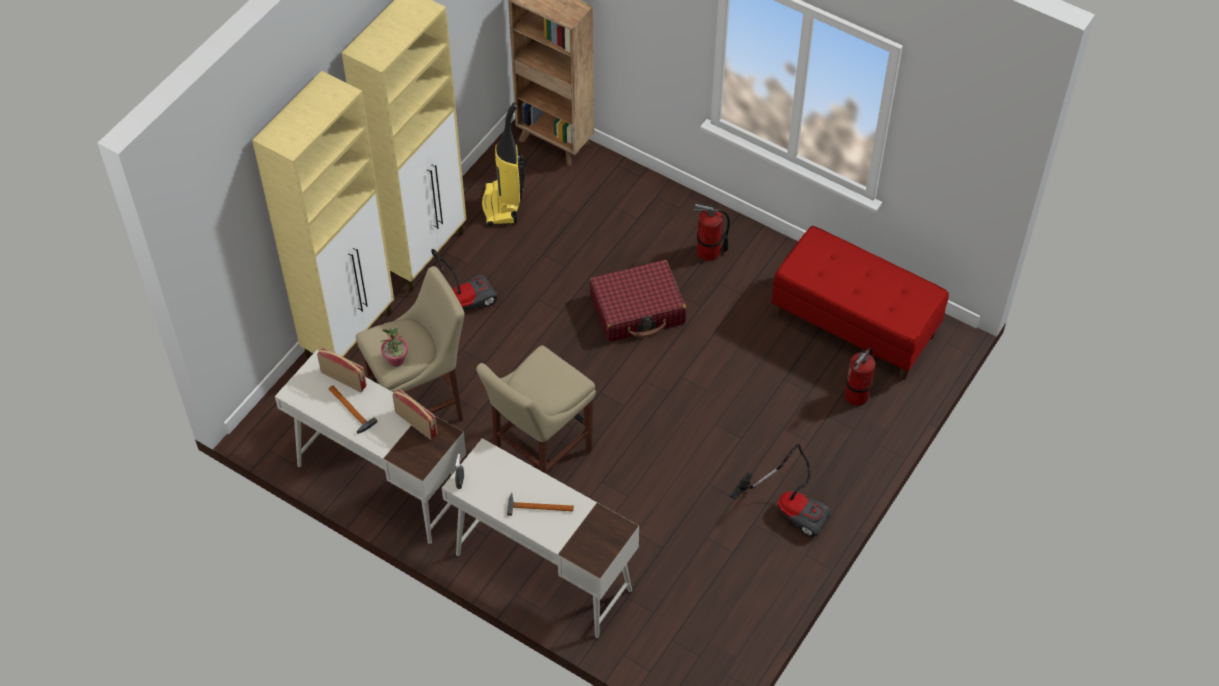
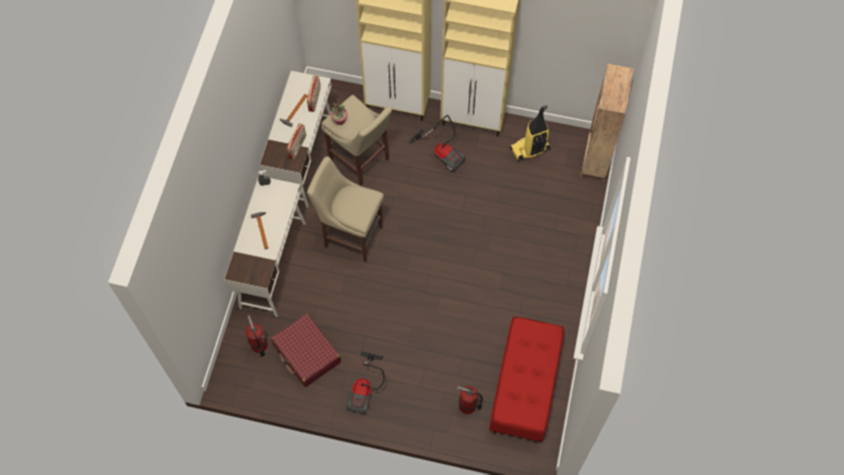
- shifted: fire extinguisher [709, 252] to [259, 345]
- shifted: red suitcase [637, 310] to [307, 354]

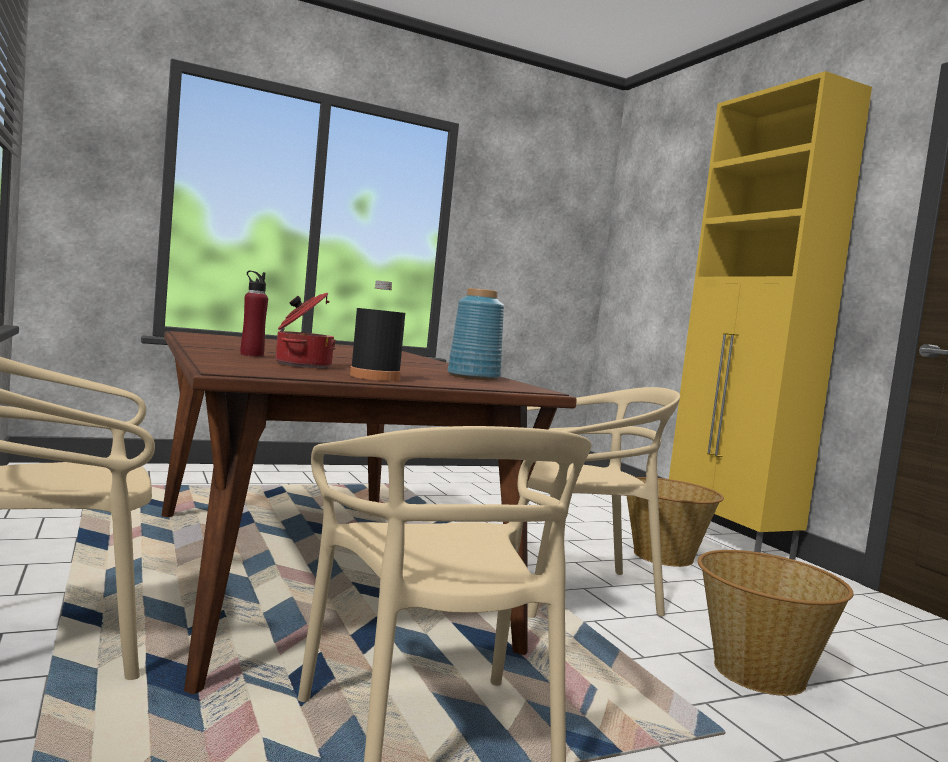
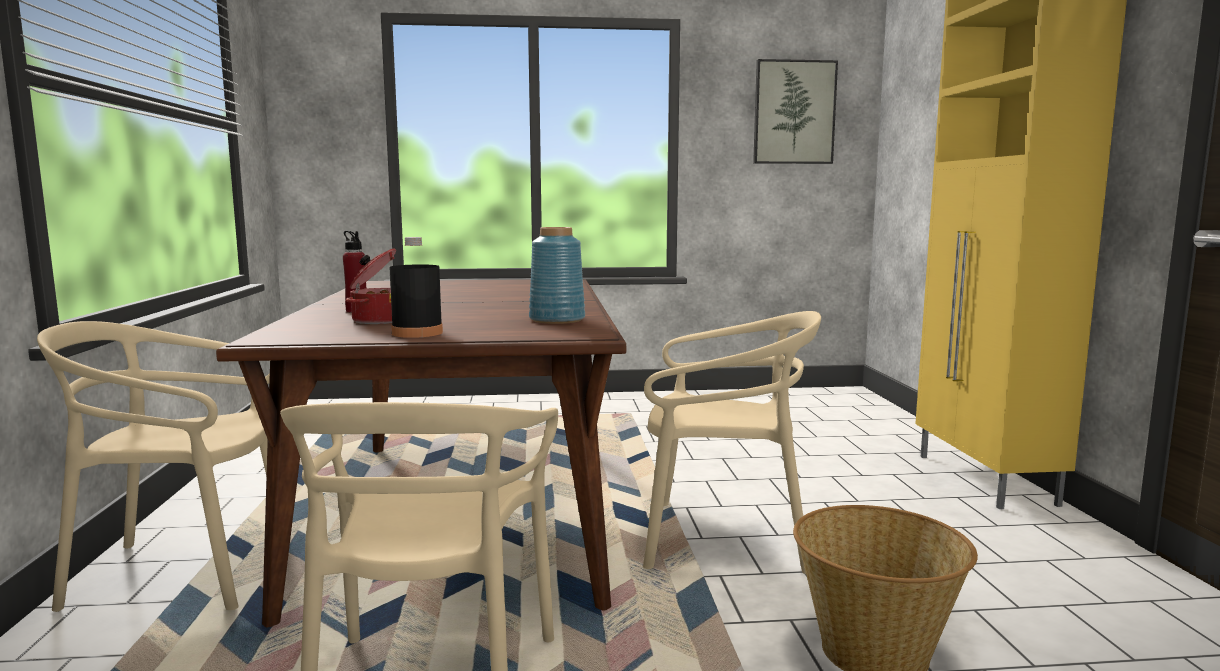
- gone: basket [664, 556]
- new: picture [794, 112]

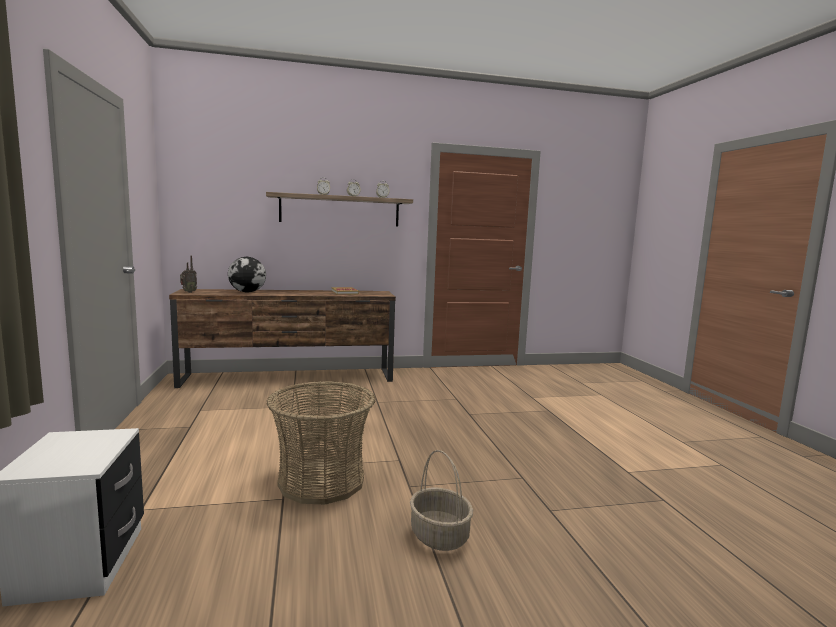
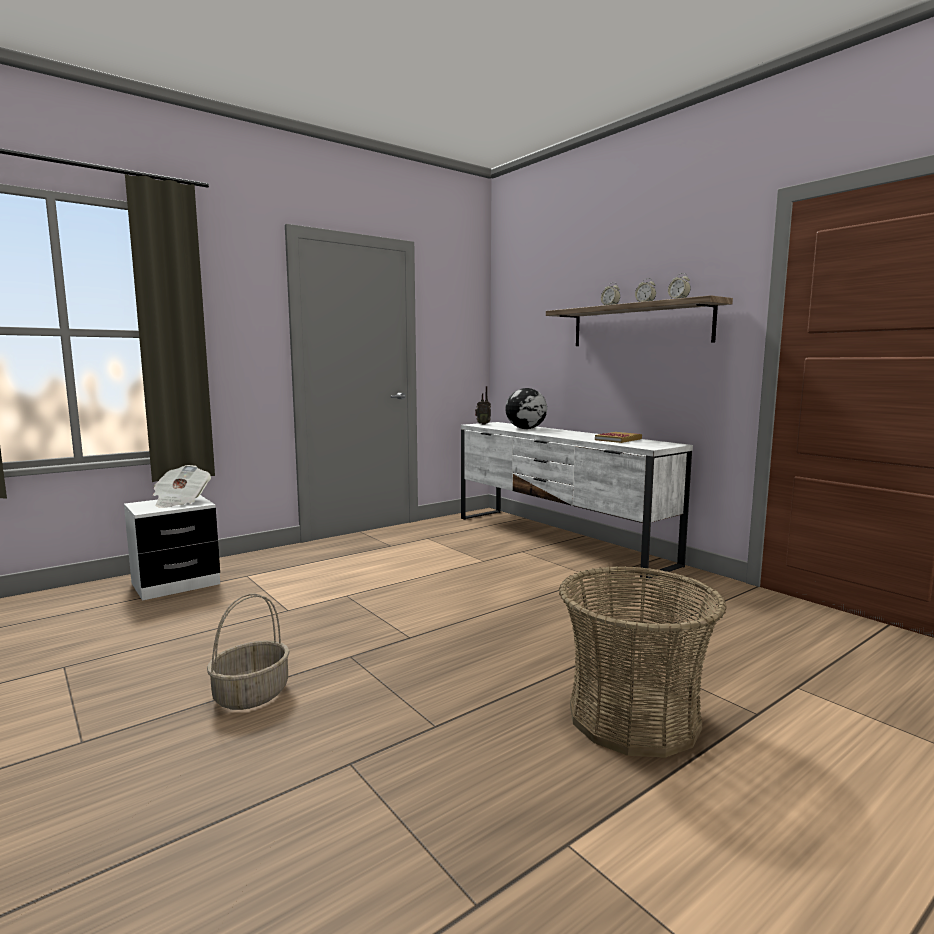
- repainted: brown tv stand [290, 378] to white tv stand [558, 540]
- shifted: basket [321, 481] to [633, 717]
- new: newspaper [180, 501]

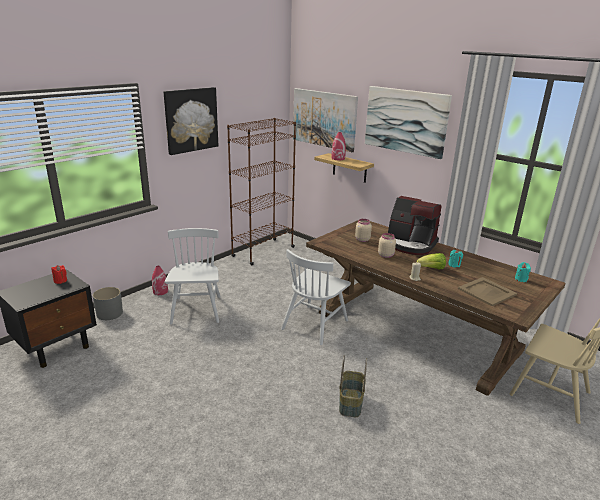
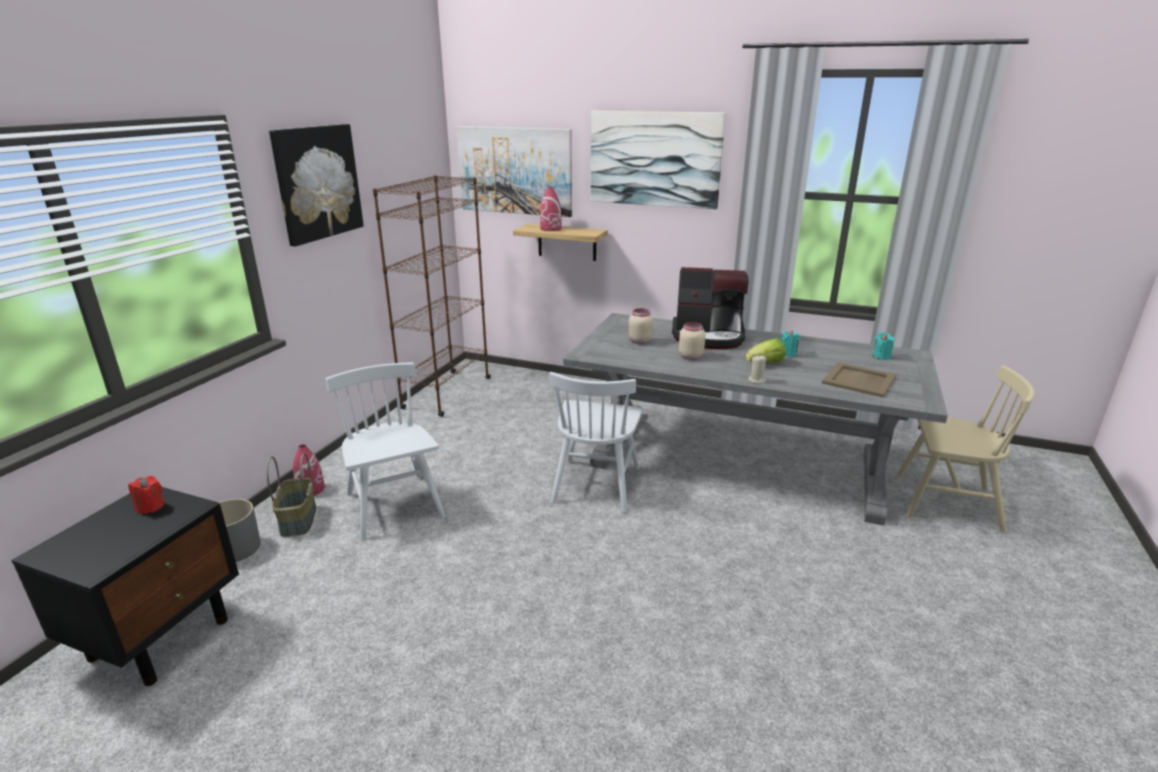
- repainted: brown dining table [416, 330] to grey dining table [738, 460]
- shifted: basket [351, 403] to [299, 520]

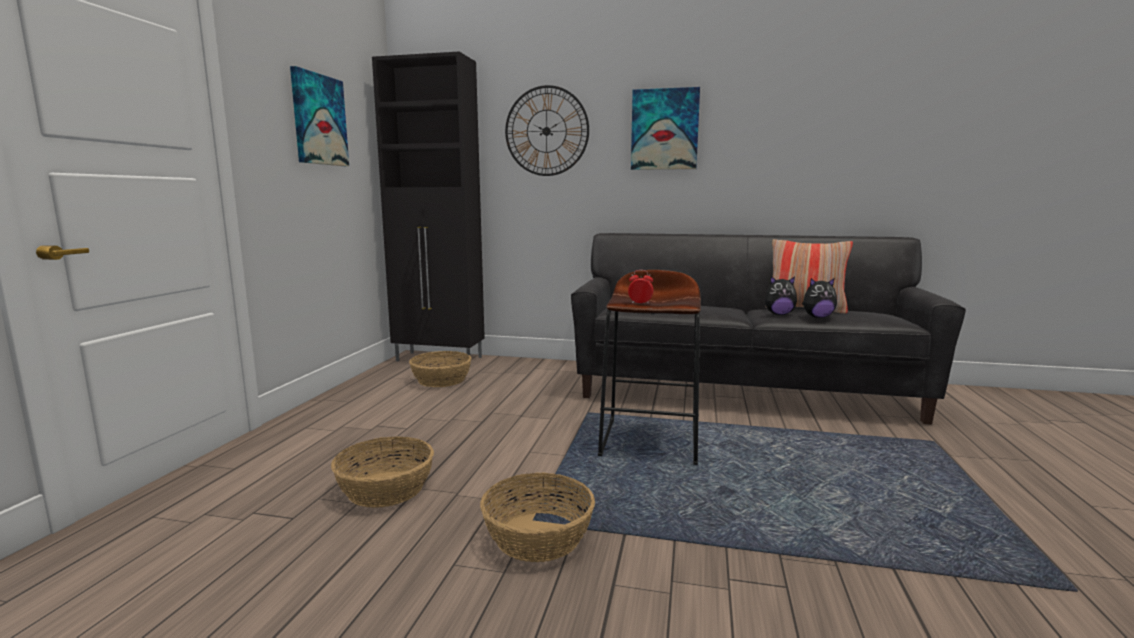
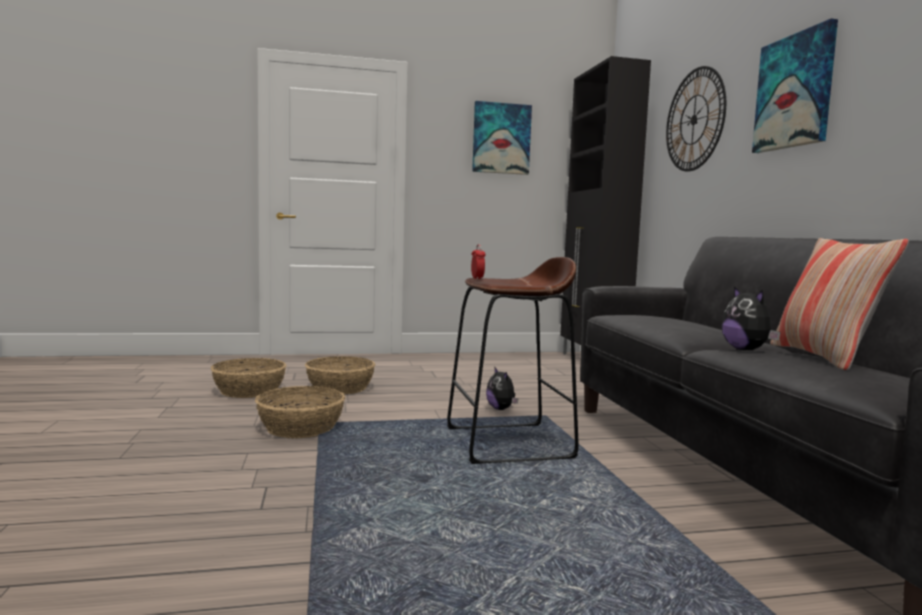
- shifted: plush toy [817, 317] to [501, 409]
- shifted: basket [441, 380] to [250, 391]

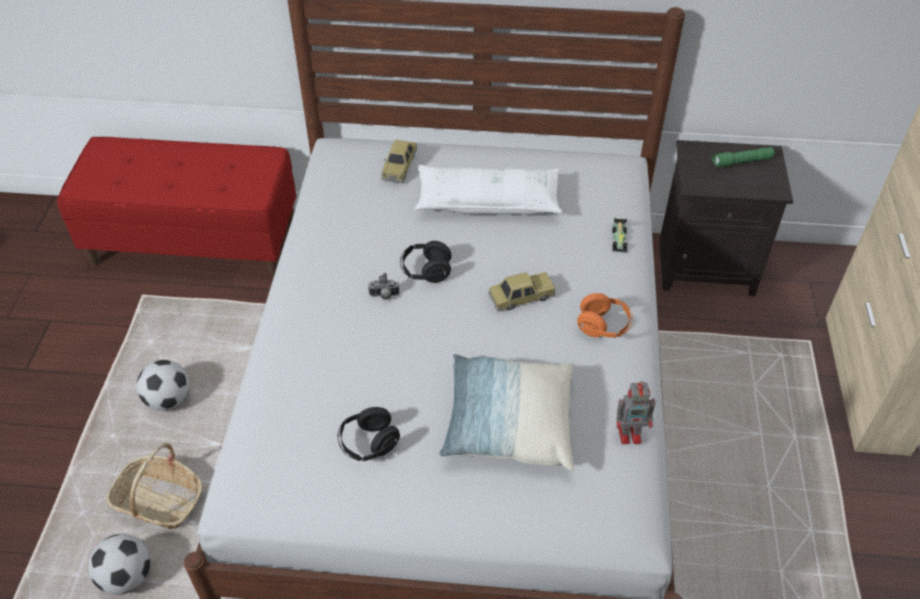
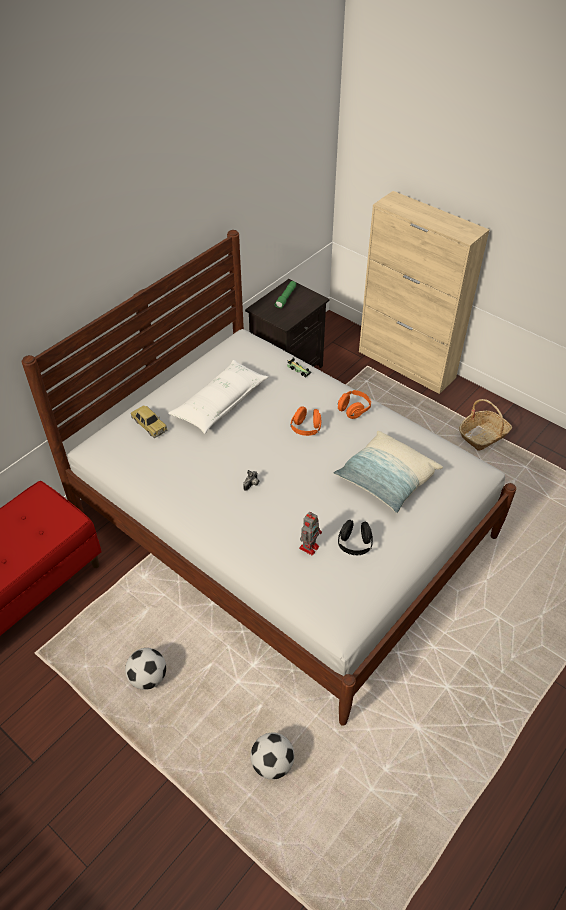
- gone: black headphones [426, 271]
- swapped: toy car [521, 297] to orange headphones [306, 429]
- shifted: toy robot [631, 433] to [309, 546]
- shifted: basket [160, 501] to [483, 435]

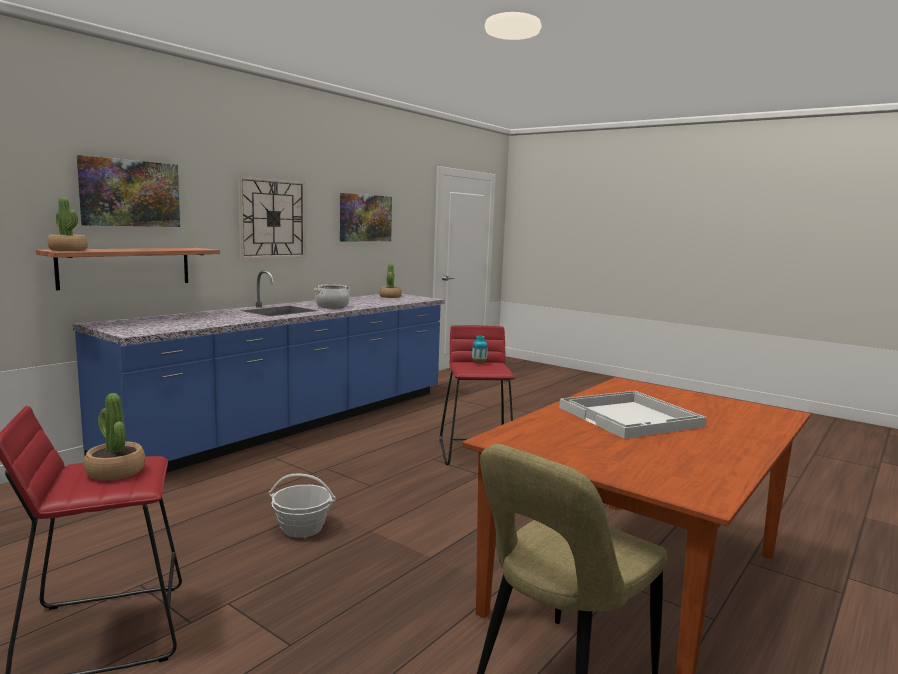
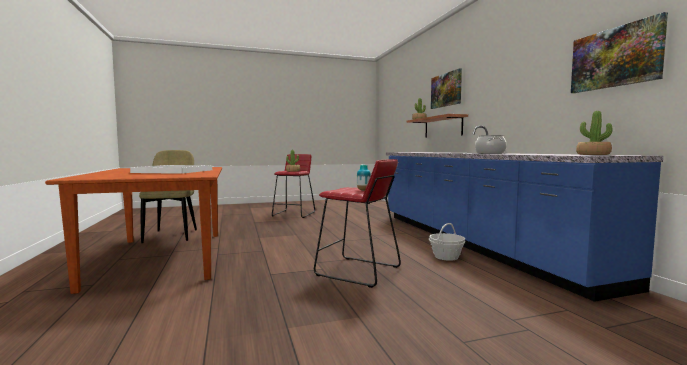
- gone: wall clock [272, 218]
- shifted: basket [302, 528] to [446, 257]

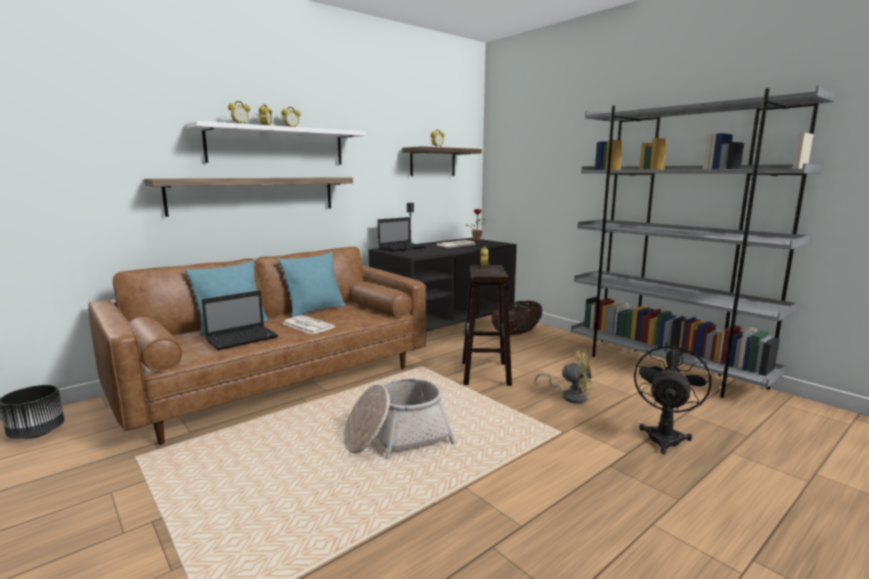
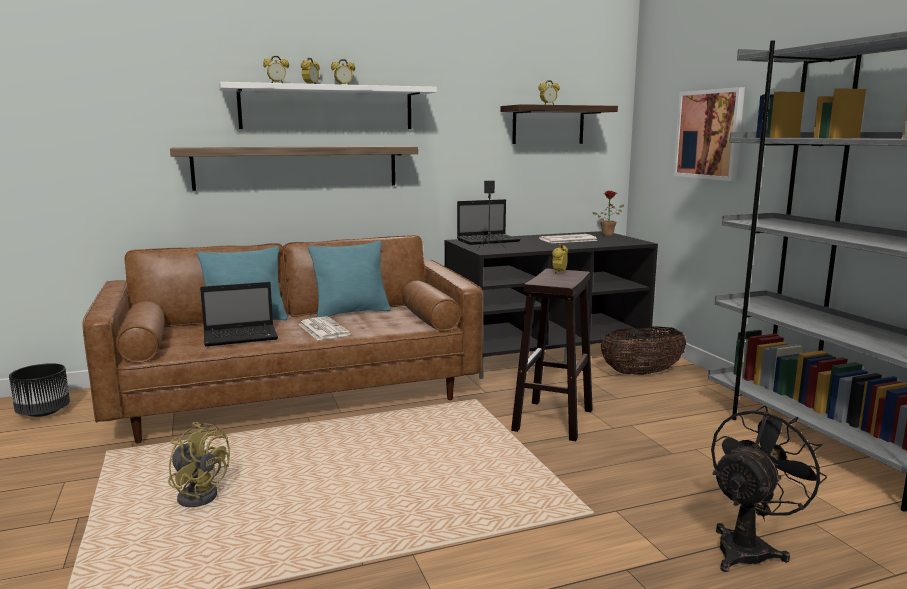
- shifted: yellow fan [570, 396] to [199, 494]
- gone: basket [396, 437]
- new: picture [709, 134]

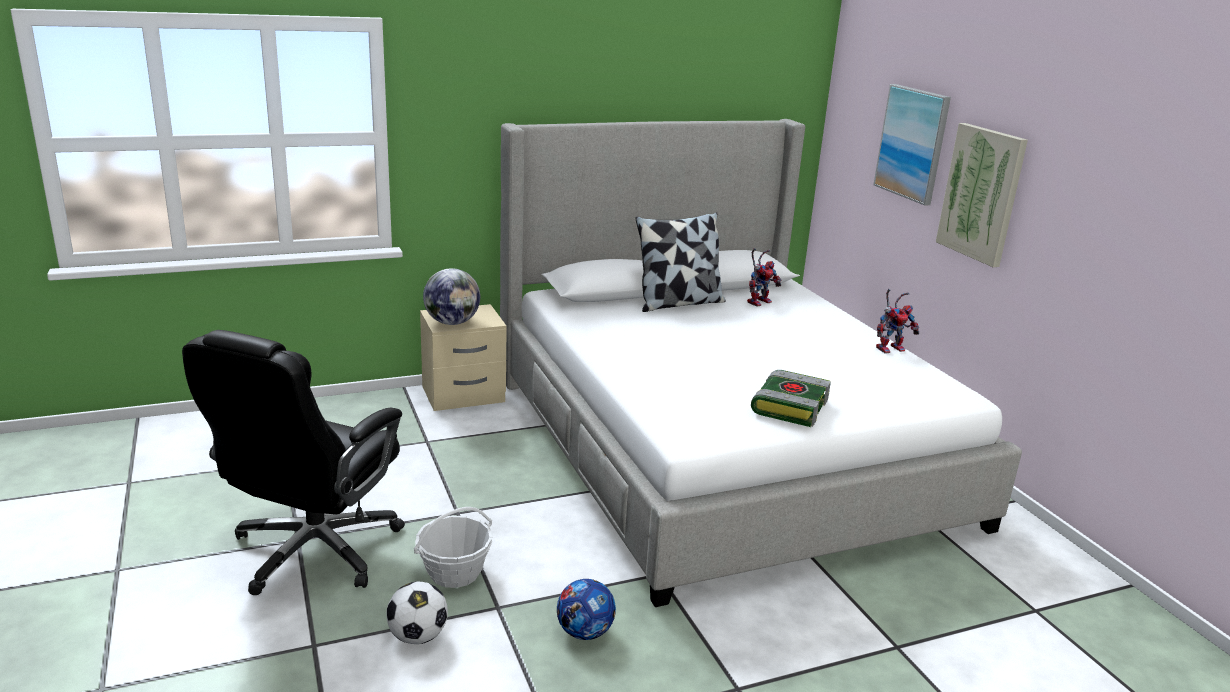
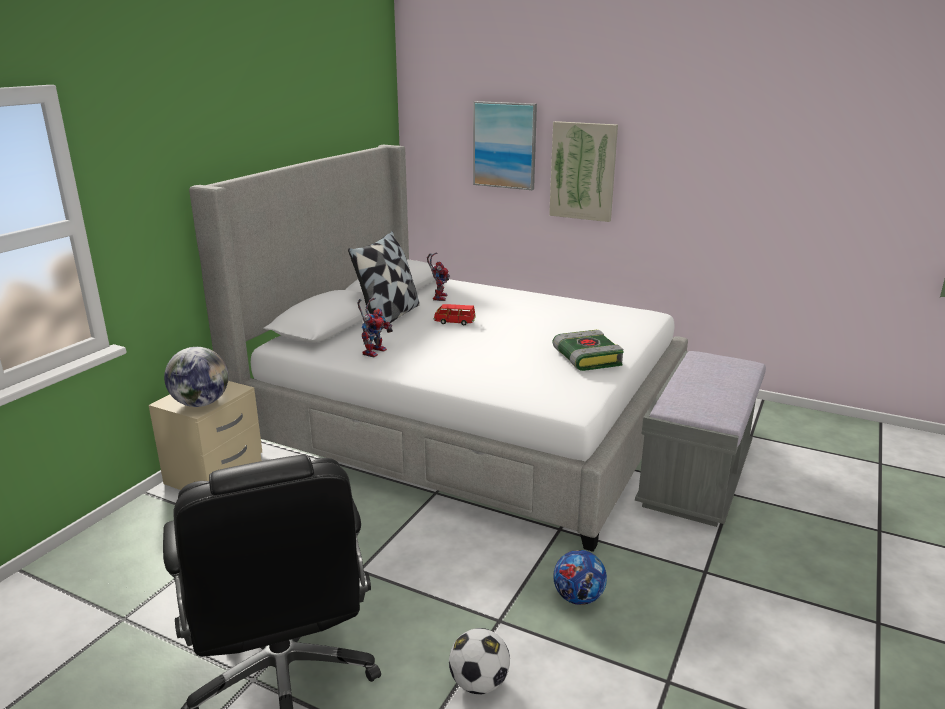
- shifted: toy robot [891, 348] to [374, 351]
- gone: basket [454, 572]
- new: red toy car [454, 322]
- new: grey bench [695, 478]

